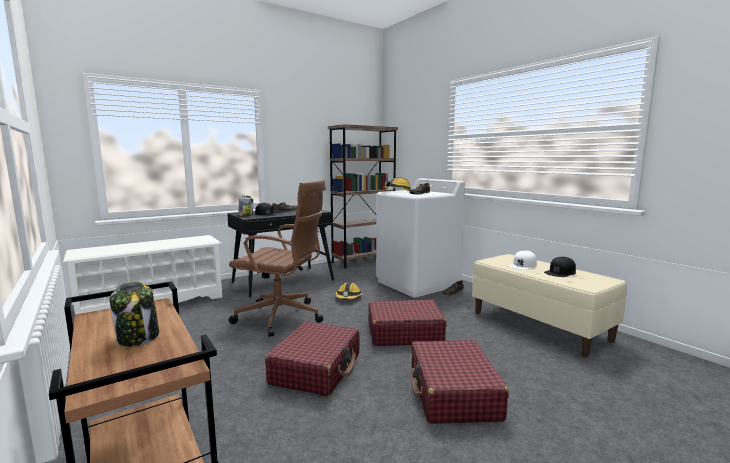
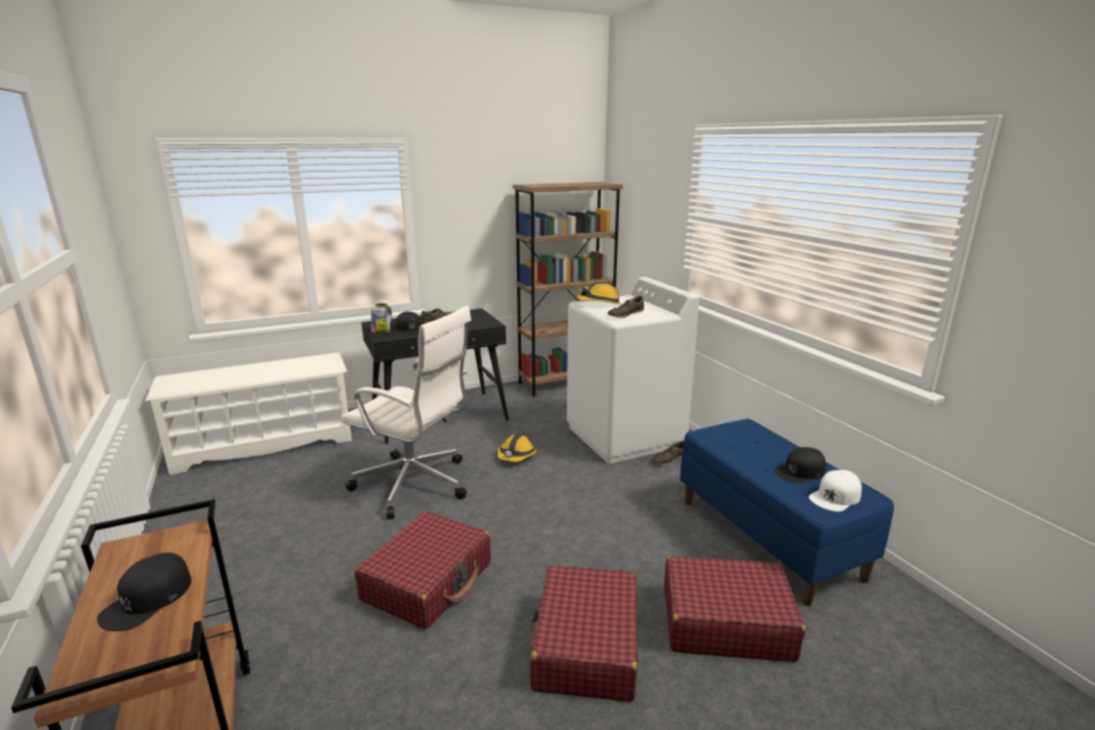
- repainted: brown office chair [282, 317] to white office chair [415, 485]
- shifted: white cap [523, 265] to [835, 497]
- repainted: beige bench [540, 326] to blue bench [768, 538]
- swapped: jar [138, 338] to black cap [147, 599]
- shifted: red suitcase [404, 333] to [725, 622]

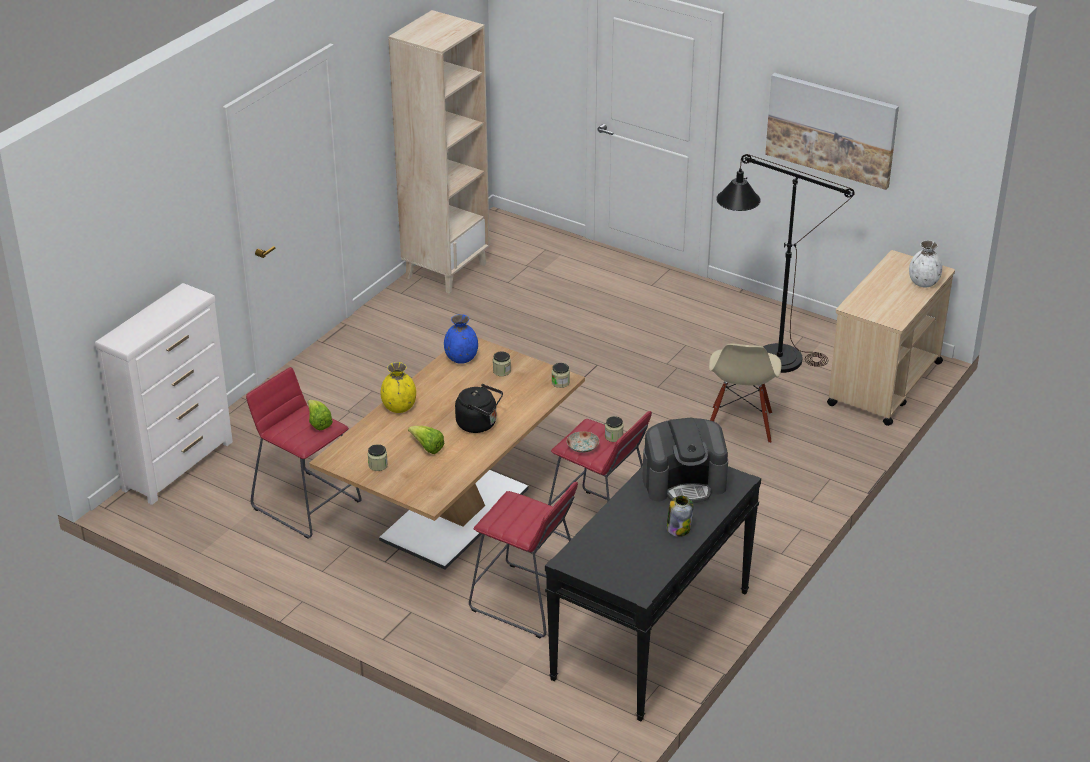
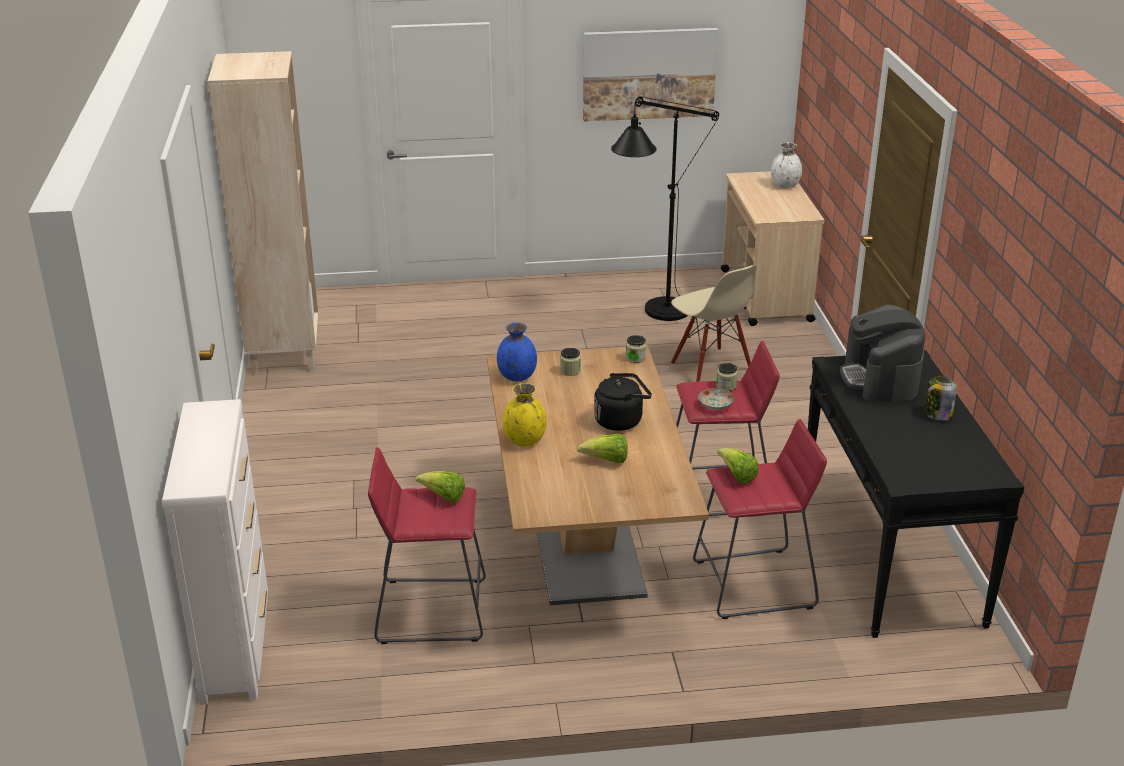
- rotated: coffee machine [684, 482] = [880, 379] 135 degrees clockwise
- gone: jar [378, 465]
- new: lettuce [737, 476]

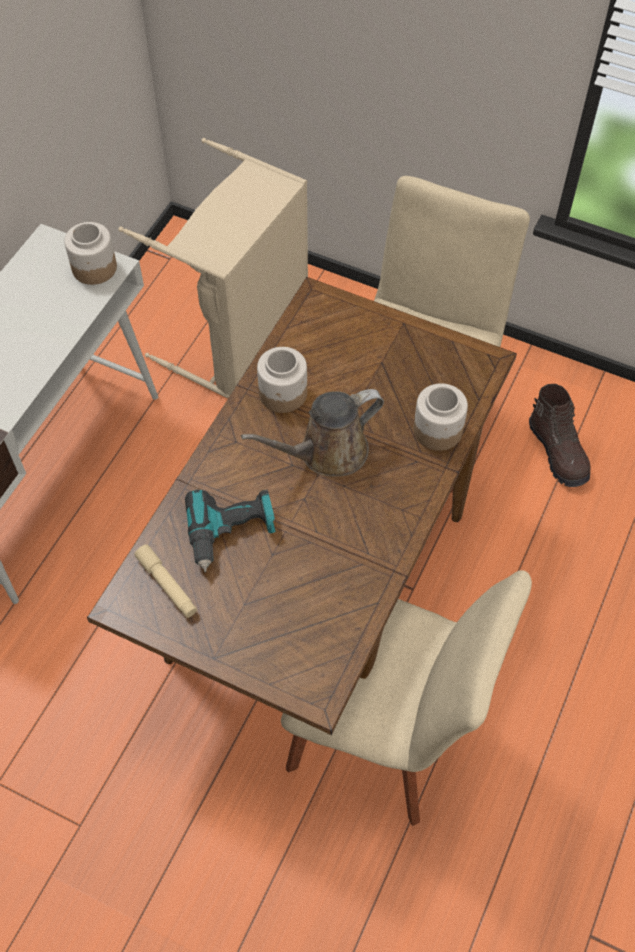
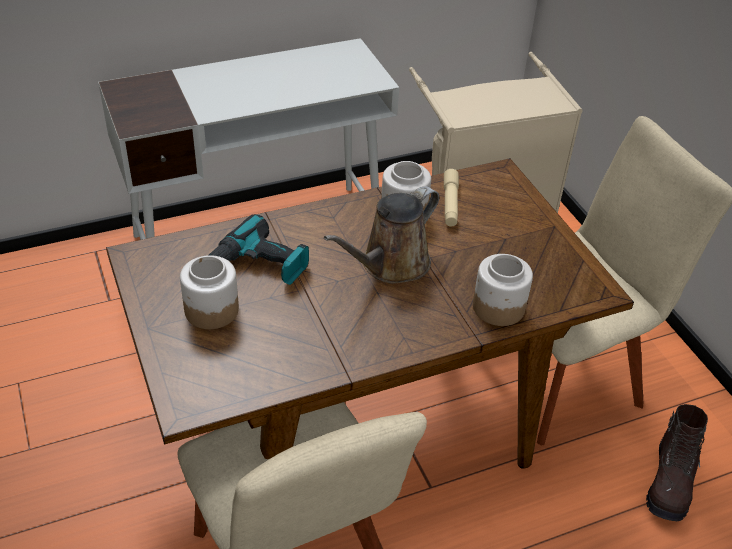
- shifted: jar [93, 268] to [211, 310]
- rotated: brown watering can [327, 453] = [390, 265] 60 degrees counterclockwise
- shifted: beige flashlight [167, 585] to [450, 203]

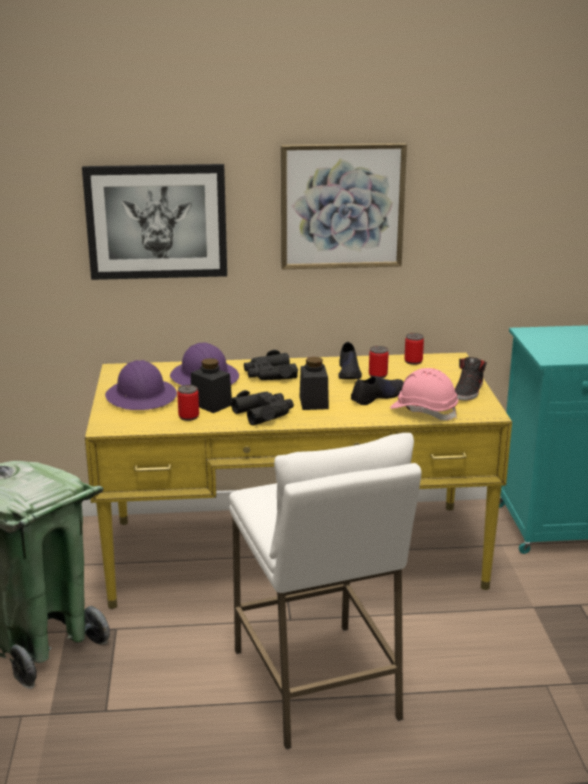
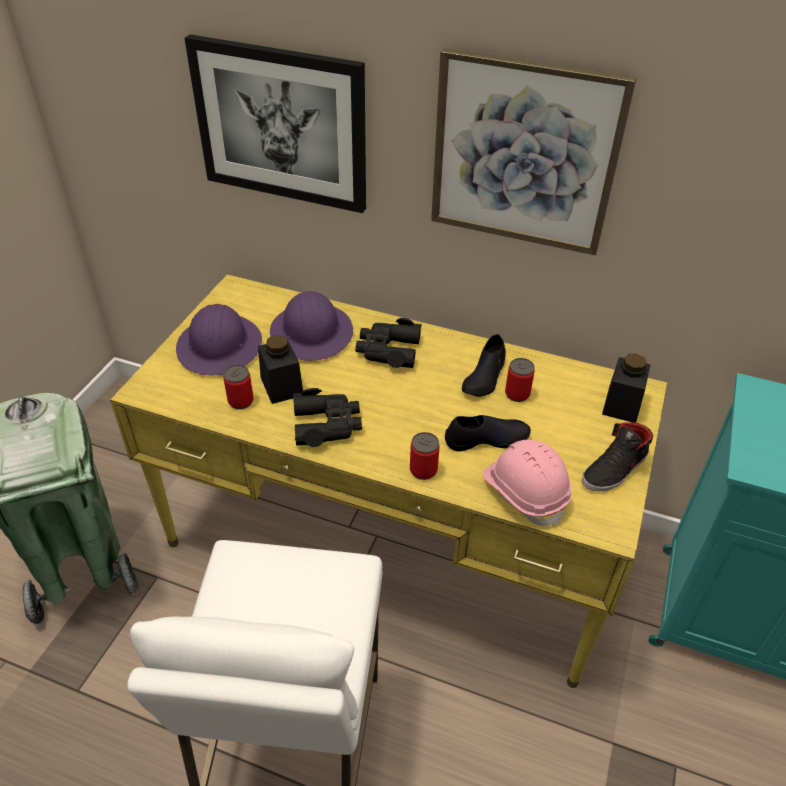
- shifted: can [413, 361] to [423, 470]
- shifted: black jar [313, 402] to [622, 405]

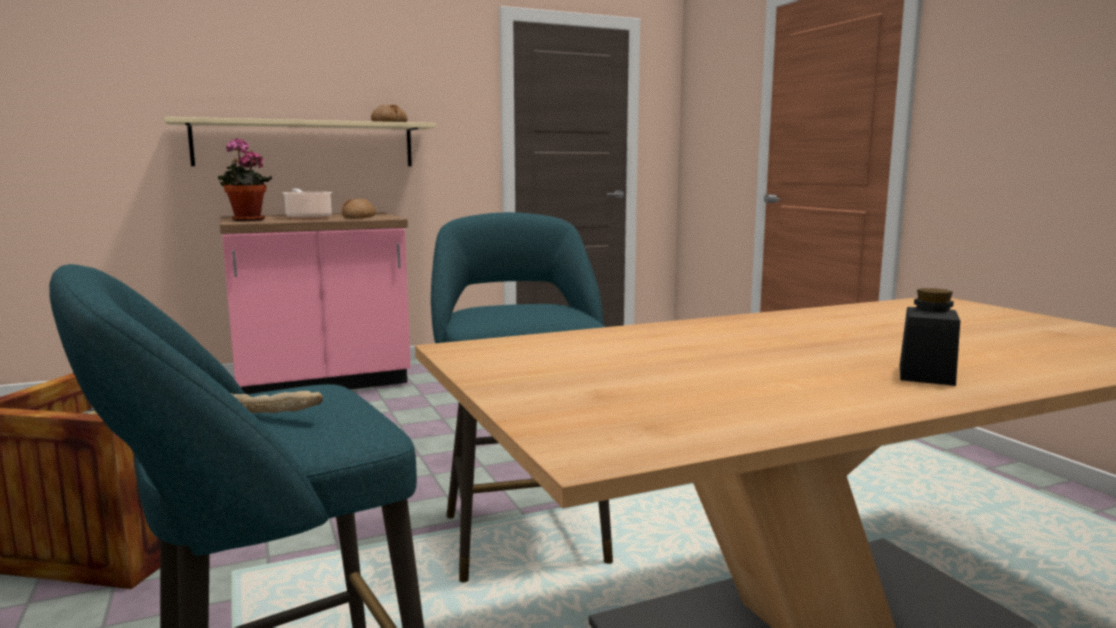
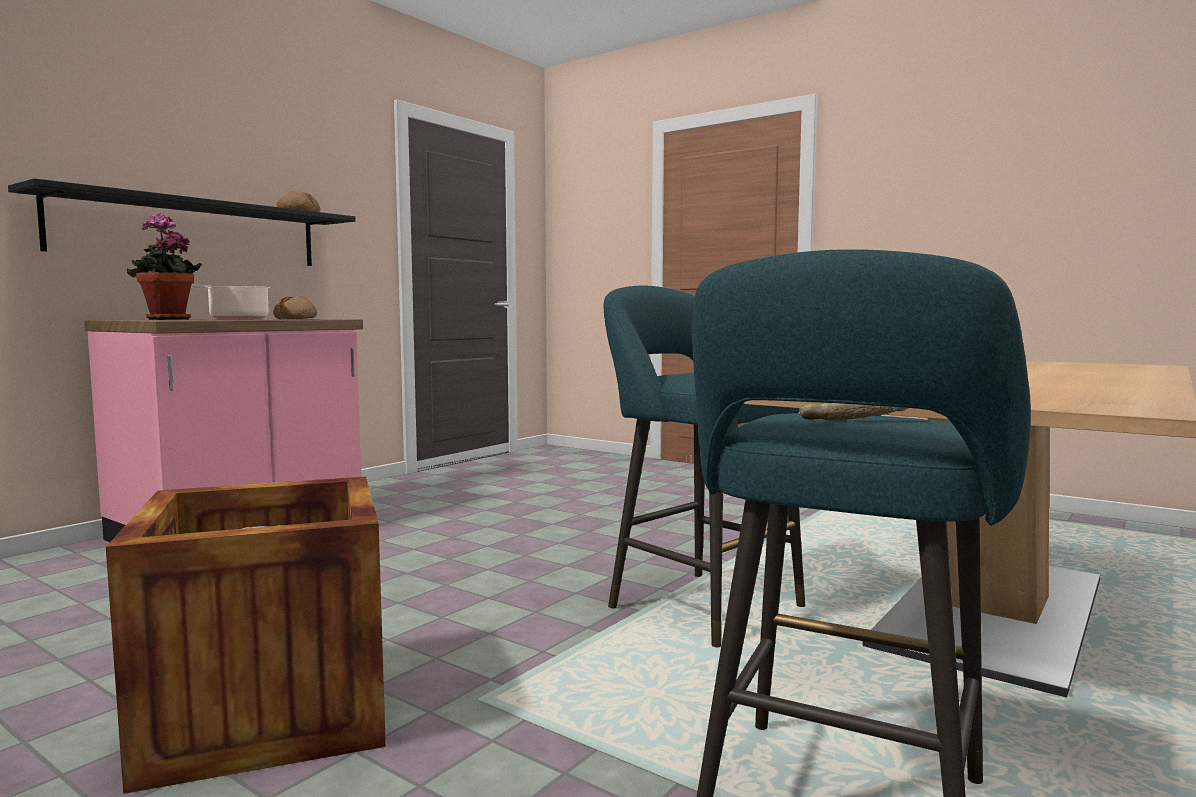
- repainted: beige shelf [305, 144] to black shelf [192, 232]
- gone: black jar [926, 375]

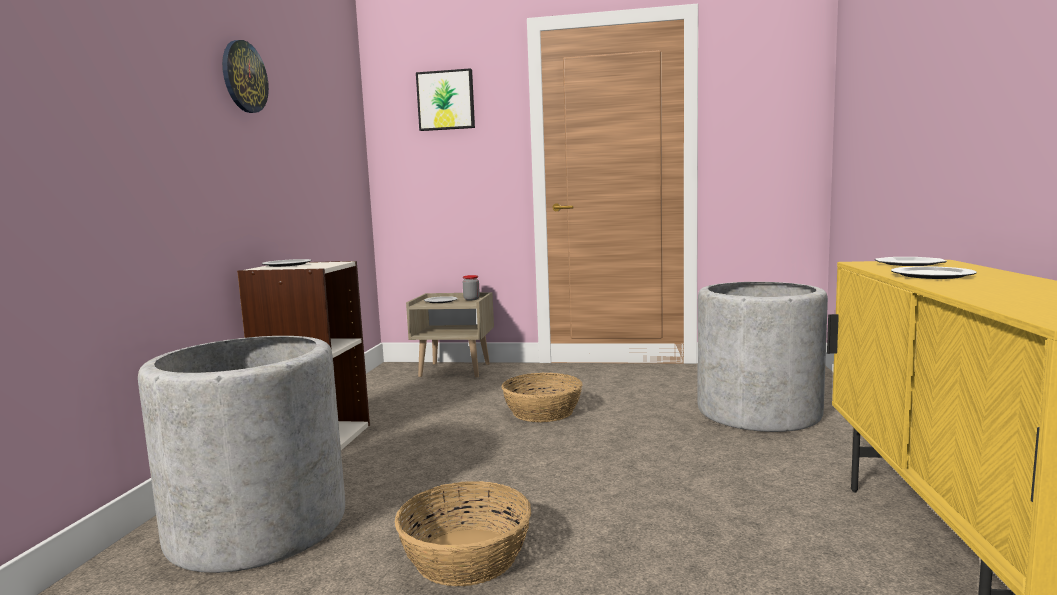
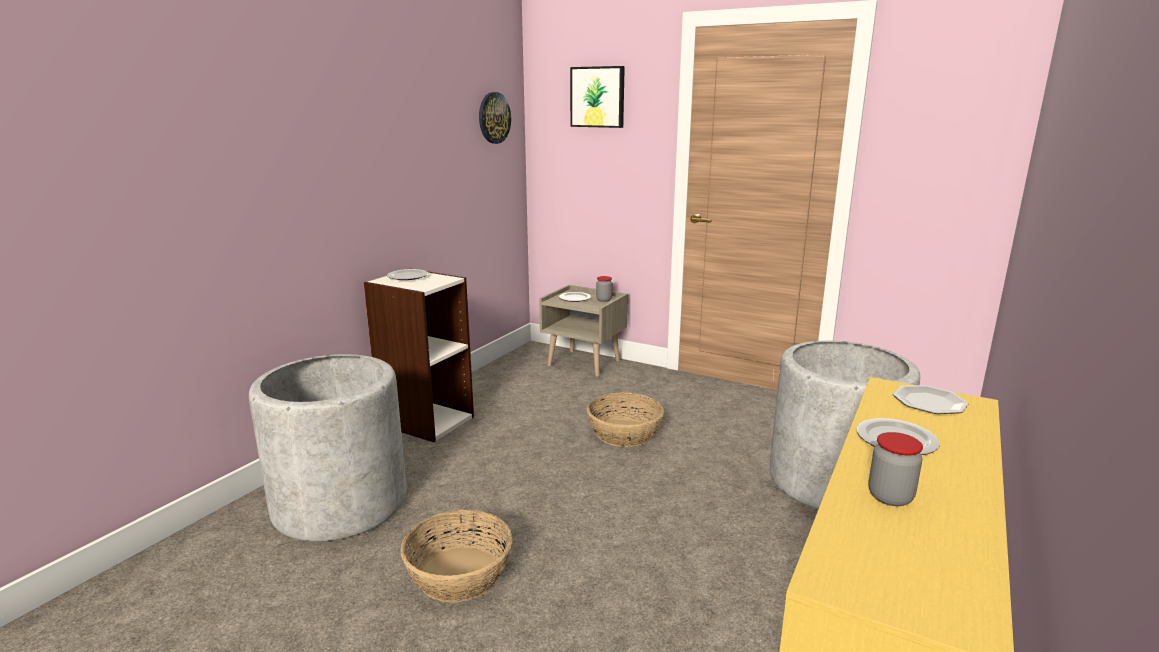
- shifted: wall clock [244, 77] to [493, 118]
- new: jar [890, 497]

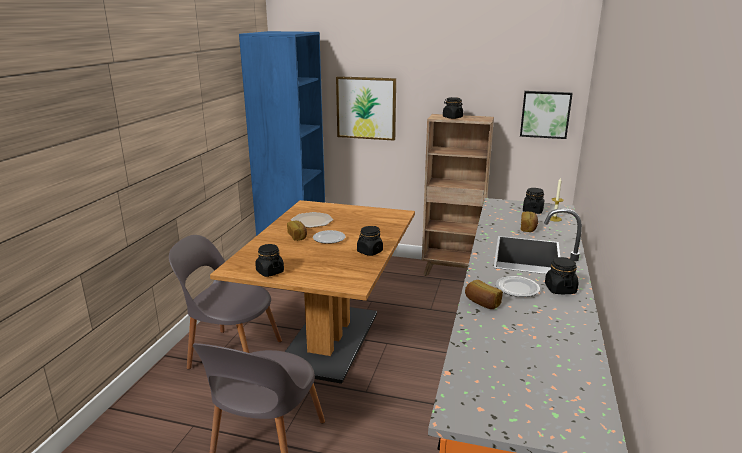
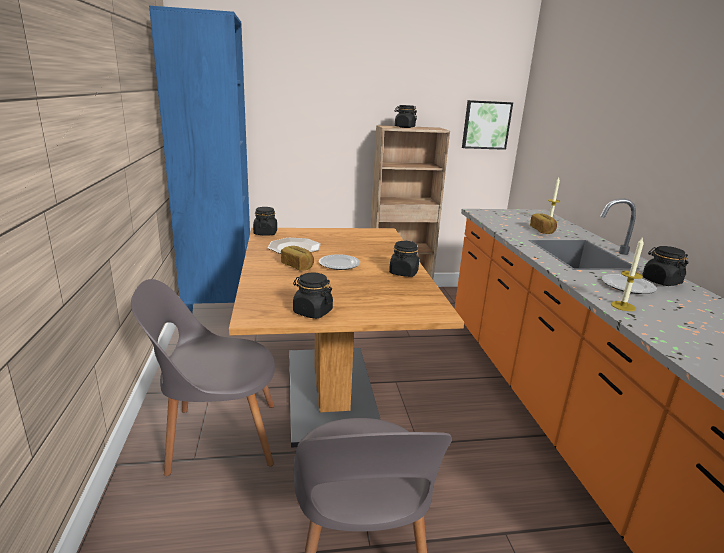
- gone: picture [366, 108]
- shifted: black jar [532, 211] to [265, 233]
- swapped: bread [482, 303] to candle [623, 306]

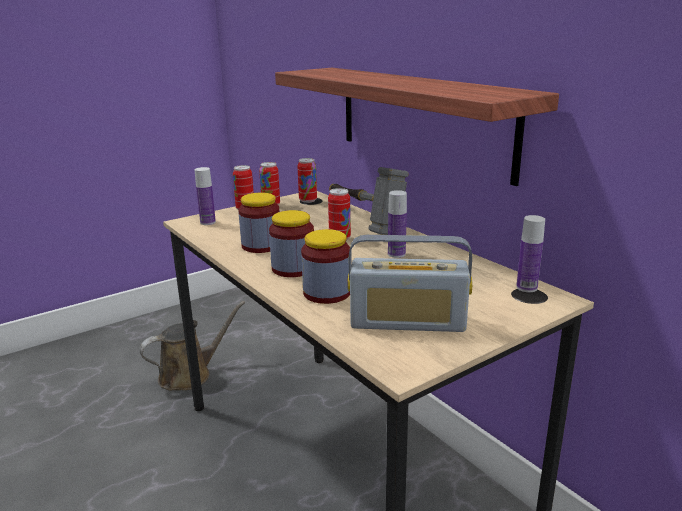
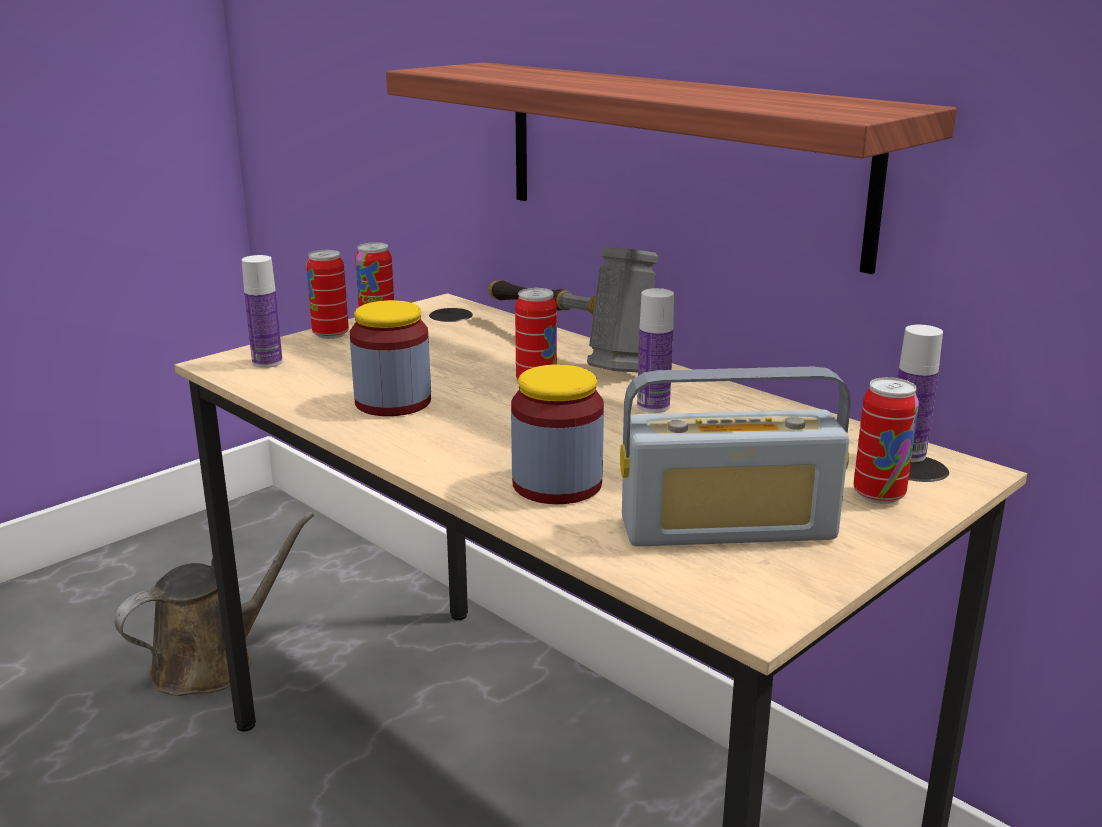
- shifted: can [308, 200] to [878, 495]
- gone: jar [293, 268]

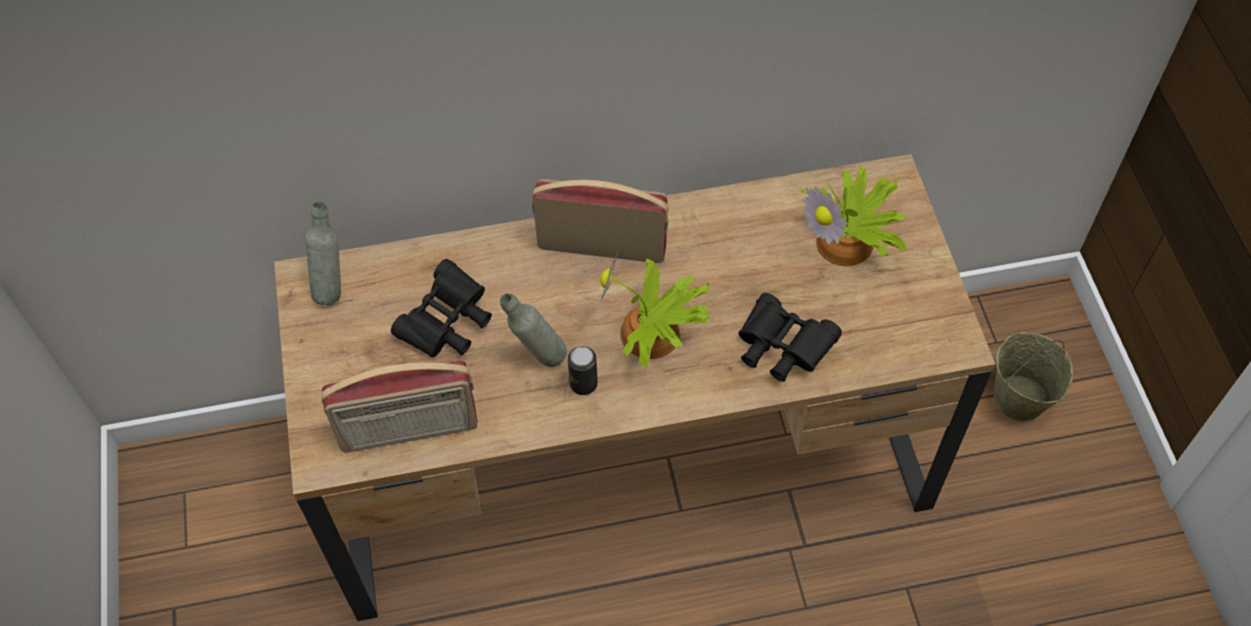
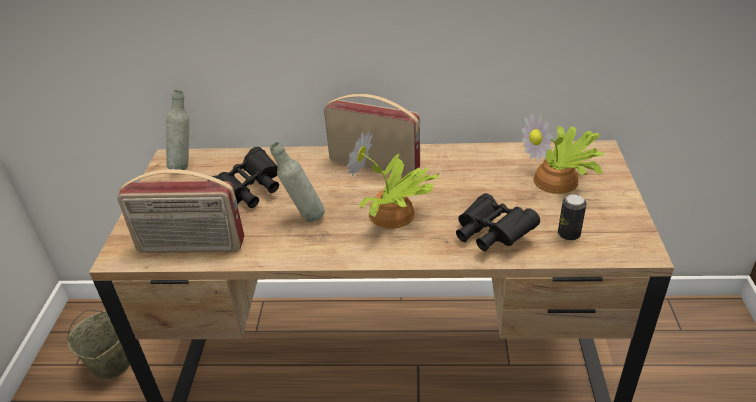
- shifted: beige bucket [1019, 399] to [112, 365]
- shifted: can [583, 384] to [569, 234]

